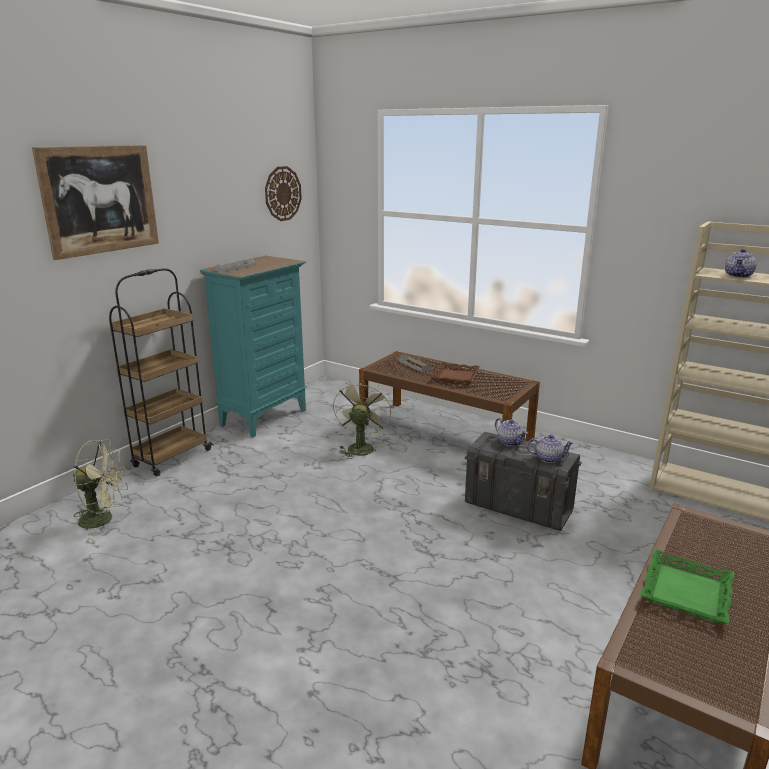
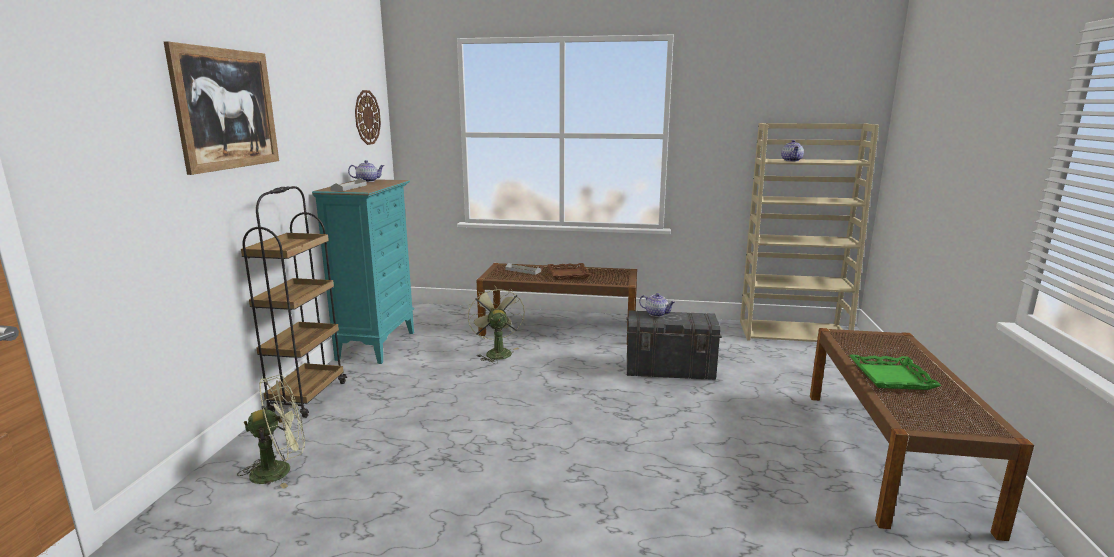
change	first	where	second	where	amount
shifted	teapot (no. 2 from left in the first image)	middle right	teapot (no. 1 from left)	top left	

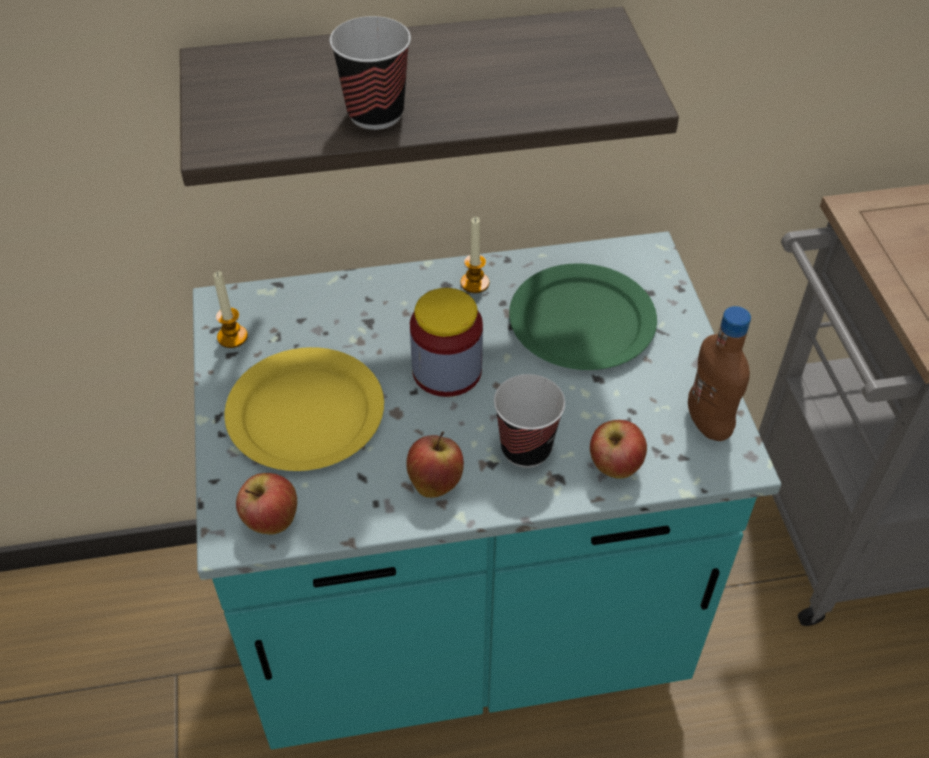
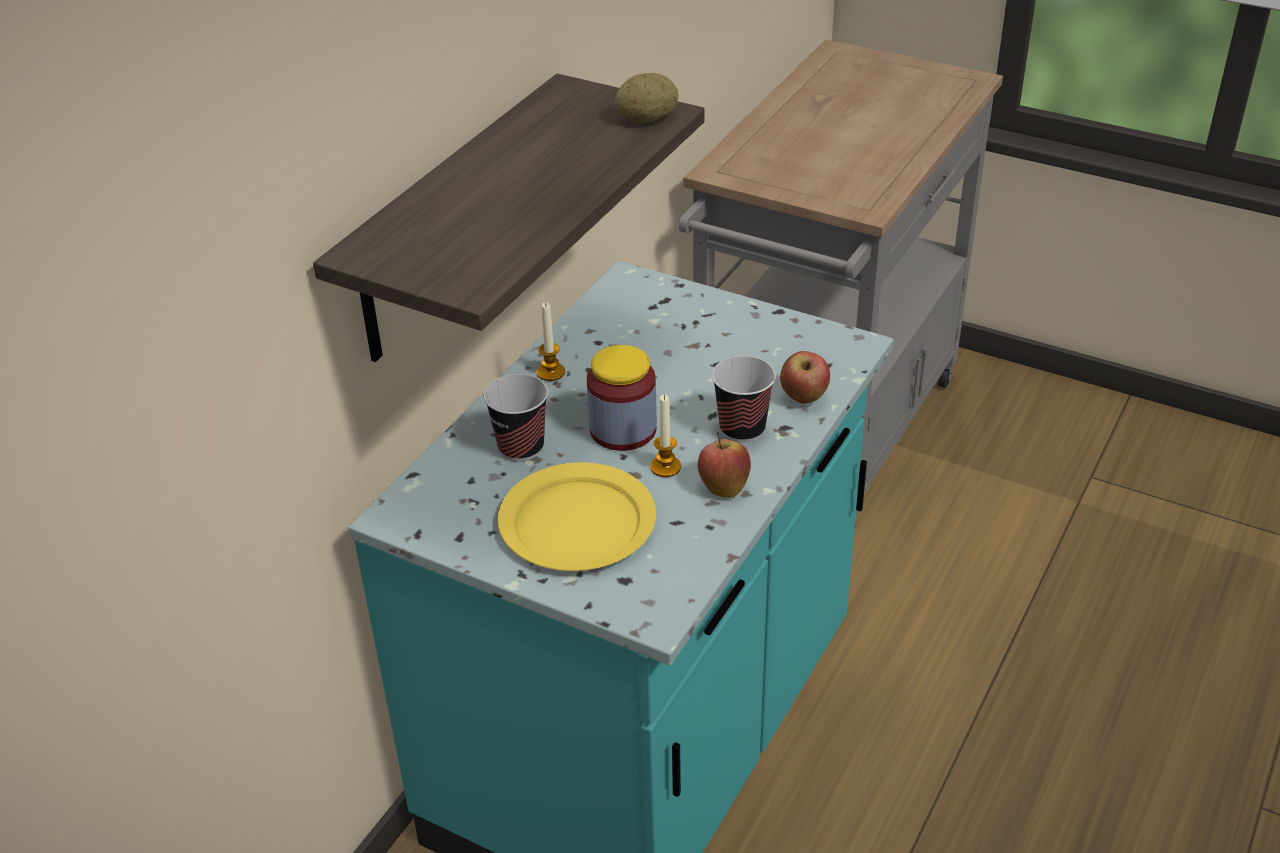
change	first	where	second	where	amount
gone	apple (no. 1 from left)	middle left			
gone	flat dish/greenish	centre			
gone	drink bottle/brown	middle right			
new			whole potato	top centre	
shifted	candle (no. 1 from left in the first image)	middle left	candle (no. 2 from left)	centre	
shifted	drinking cup (no. 1 from left)	top centre		centre	

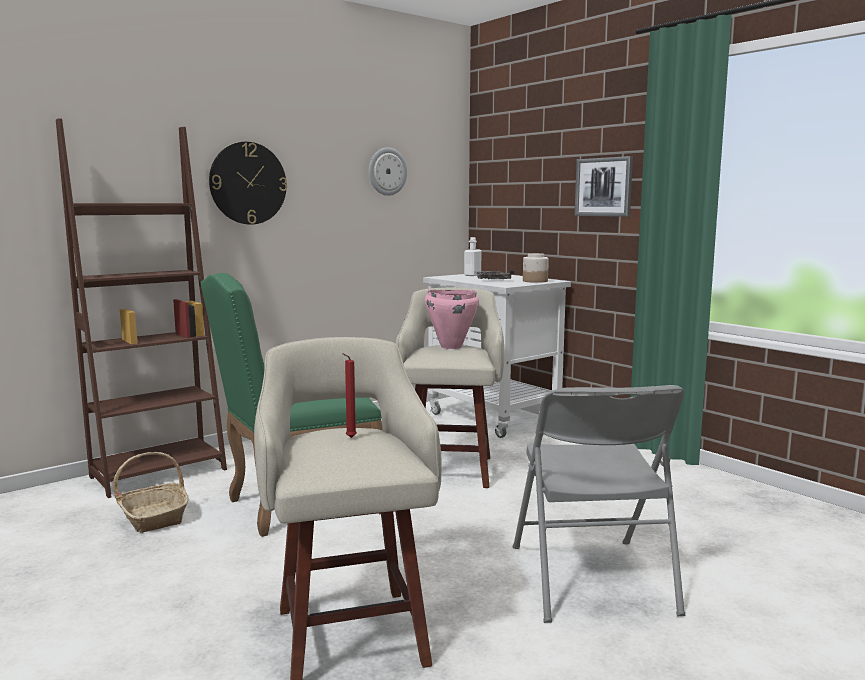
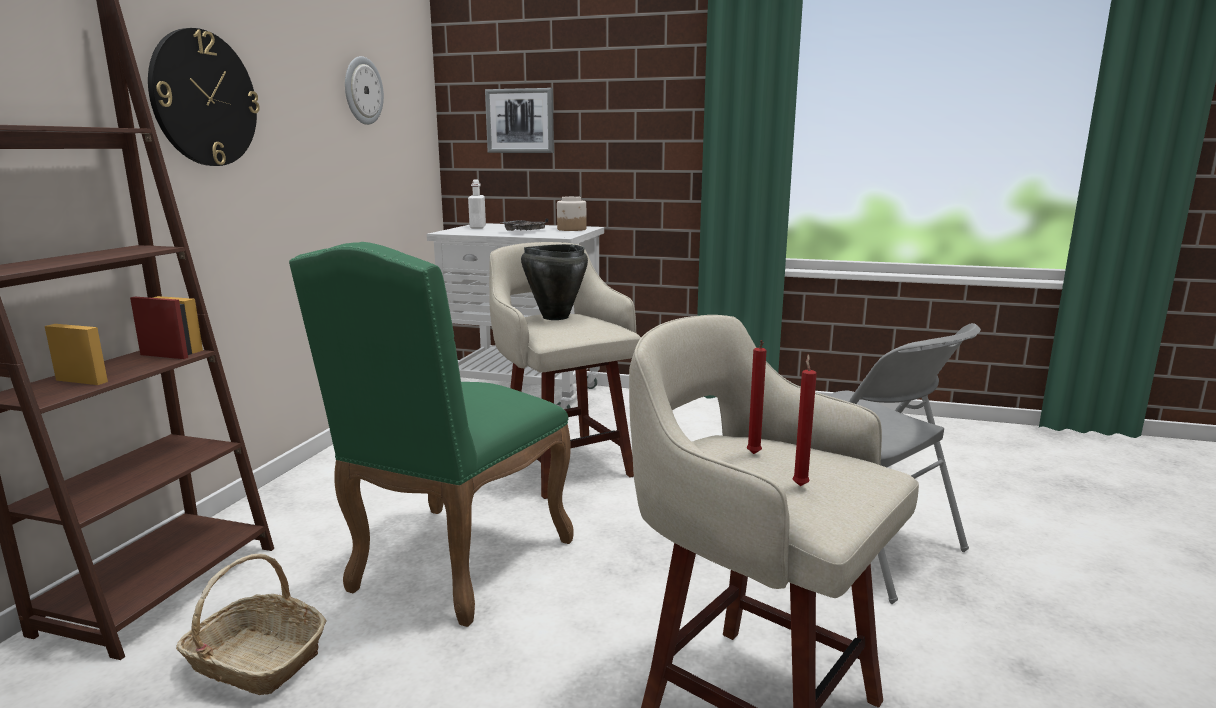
change	first	where	second	where	amount
new			candle/red-coloured (no. 2 from left)	centre	
shifted	wall picture	top right		top centre	
repainted	cooking pot/pinkish	centre	cooking pot/black	centre	

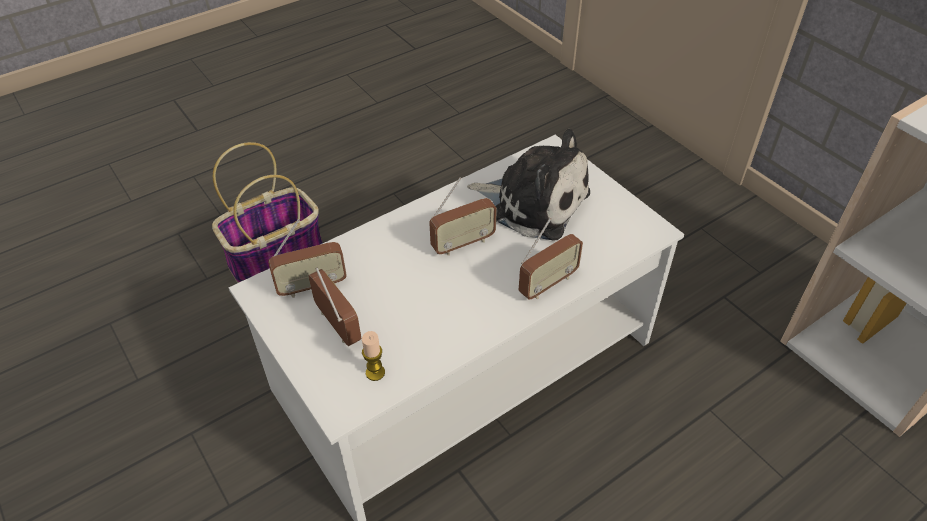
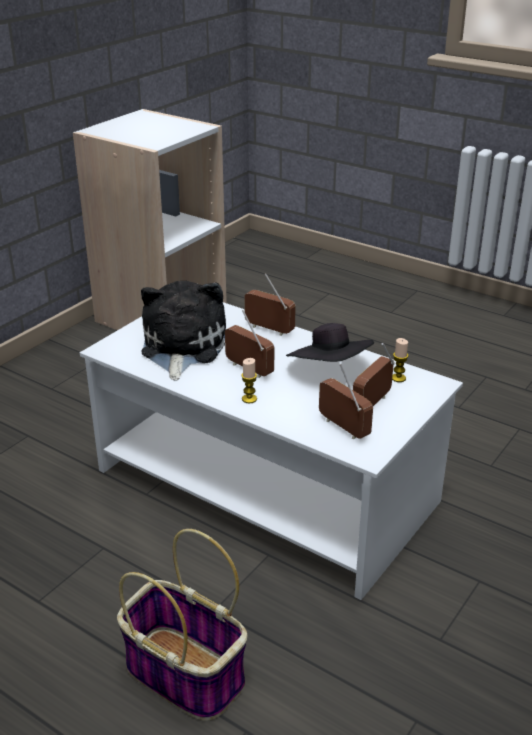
change	first	where	second	where	amount
new			candle (no. 1 from left)	centre	
new			wearable hat/black	centre	

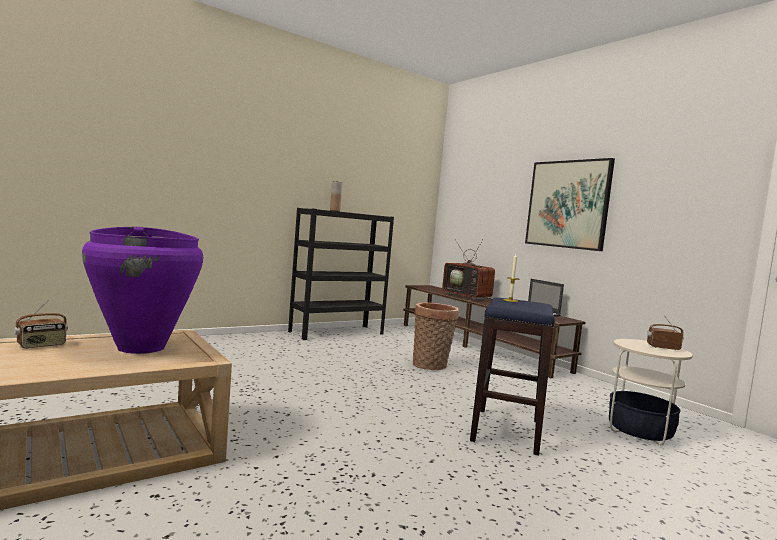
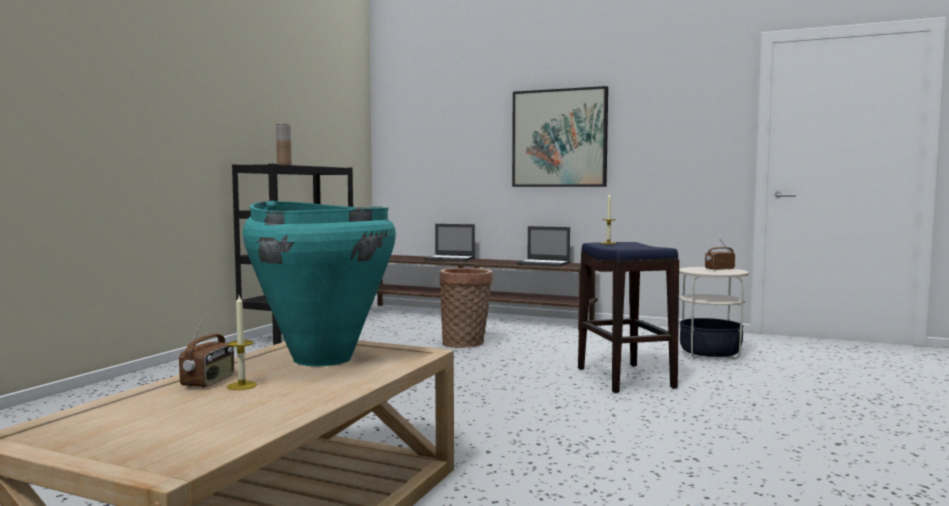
change	first	where	second	where	amount
new			candle (no. 1 from left)	bottom left	
swapped	television	centre	portable computer (no. 1 from left)	centre	
repainted	vase/purple-coloured	middle left	vase/blue-green	centre	

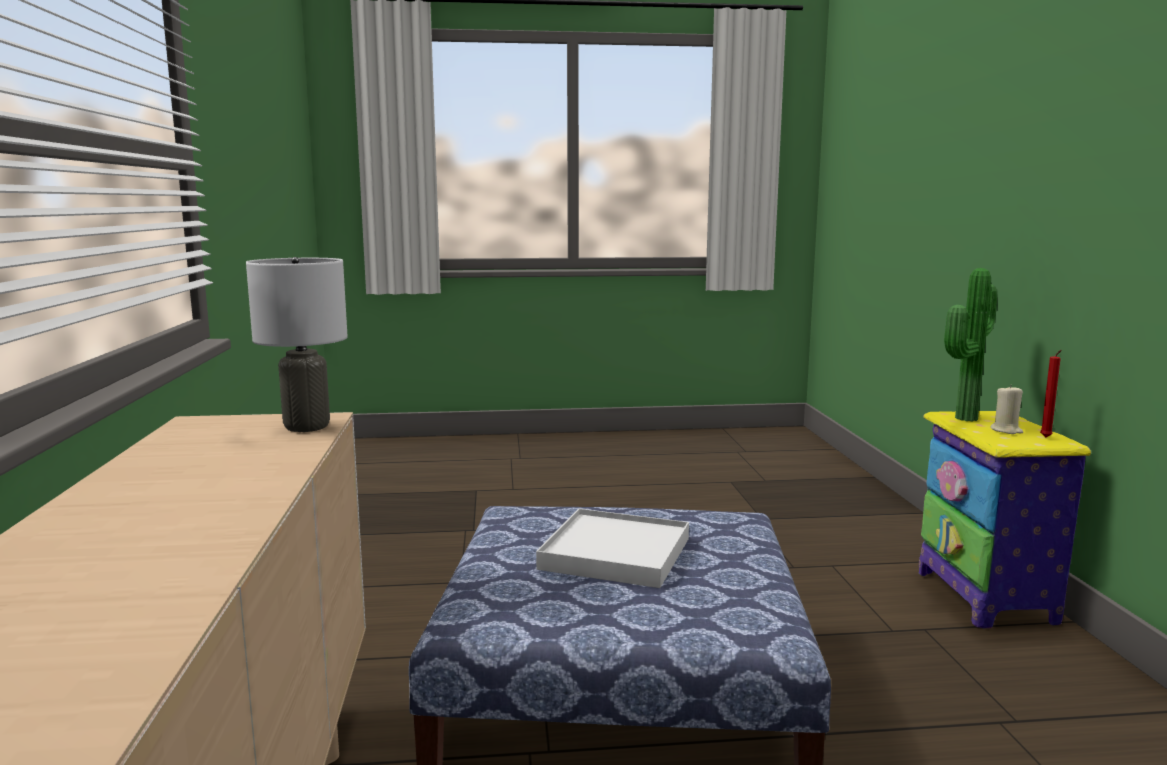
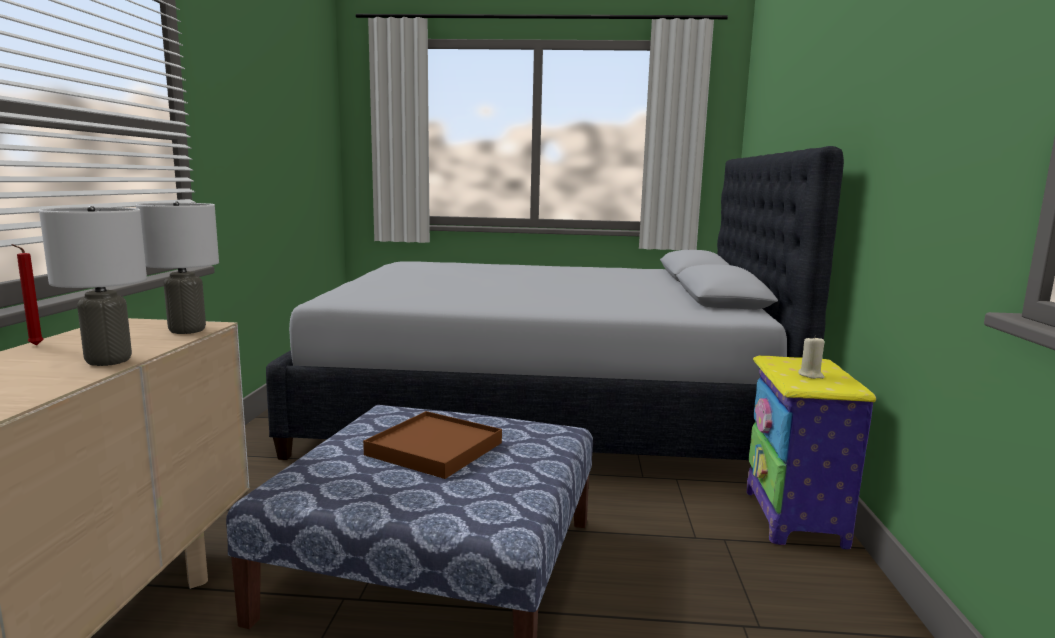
change	first	where	second	where	amount
gone	houseplant	middle right			
new			tabletop lamp/white-coloured (no. 1 from left)	middle left	
new			bedroom bed/greyish	centre	
shifted	candle/red-coloured	middle right		middle left	
repainted	carrying tray/white-coloured	bottom centre	carrying tray/brown	bottom centre	

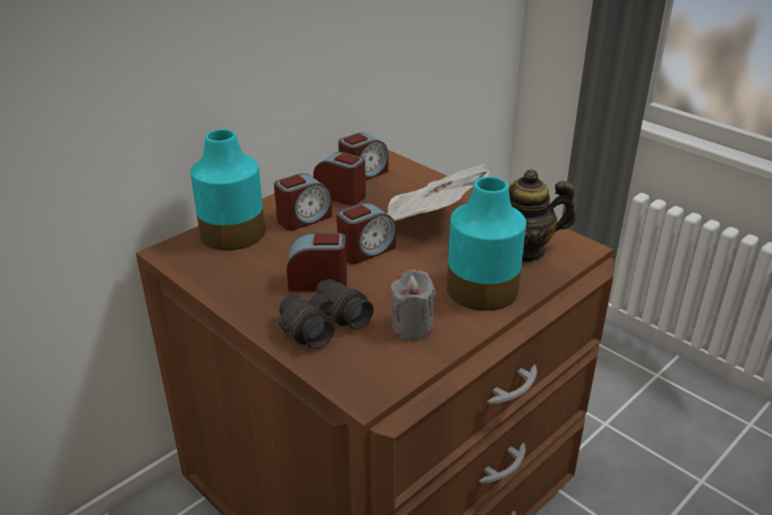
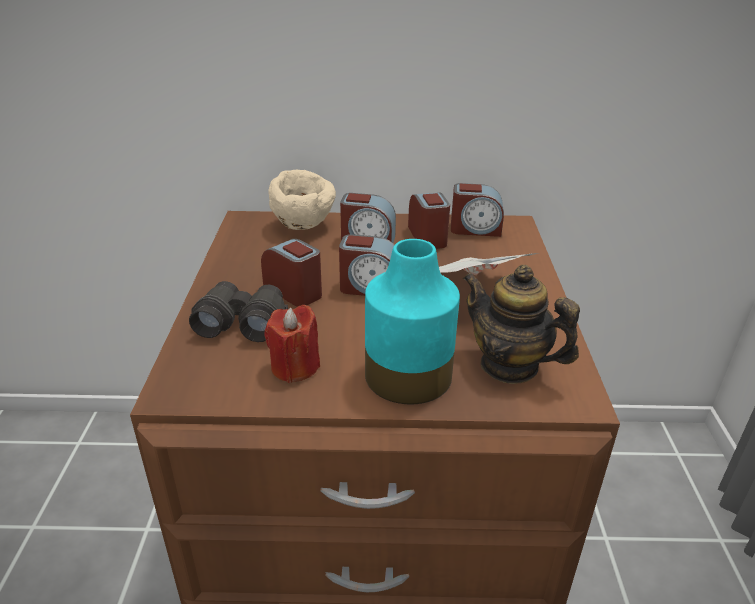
change	first	where	second	where	amount
swapped	vase/blue-green (no. 1 from left)	middle left	serving bowl/sand-coloured	top centre	
repainted	candle/greyish	centre	candle/red-coloured	centre	

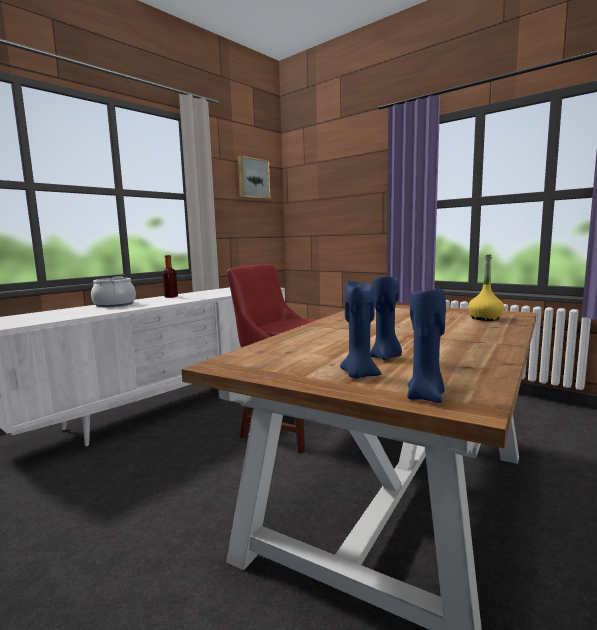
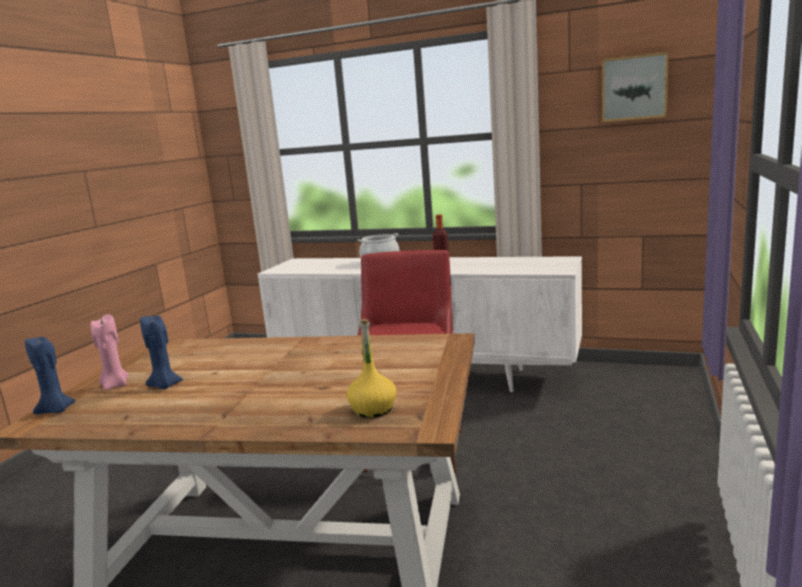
change	first	where	second	where	amount
repainted	candle/blue-coloured (no. 1 from left)	centre	candle/pinkish	middle left	

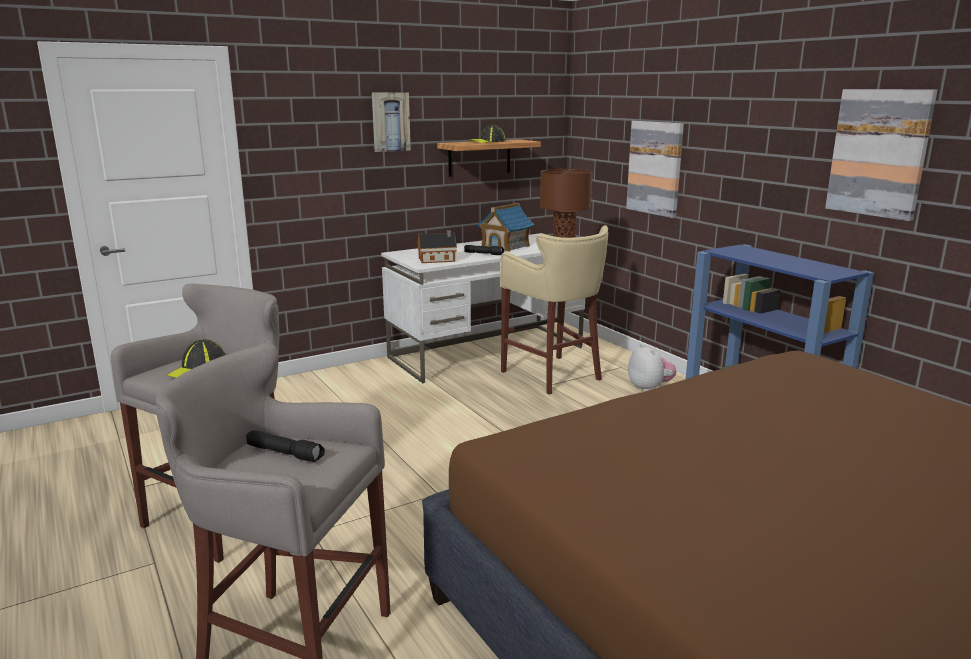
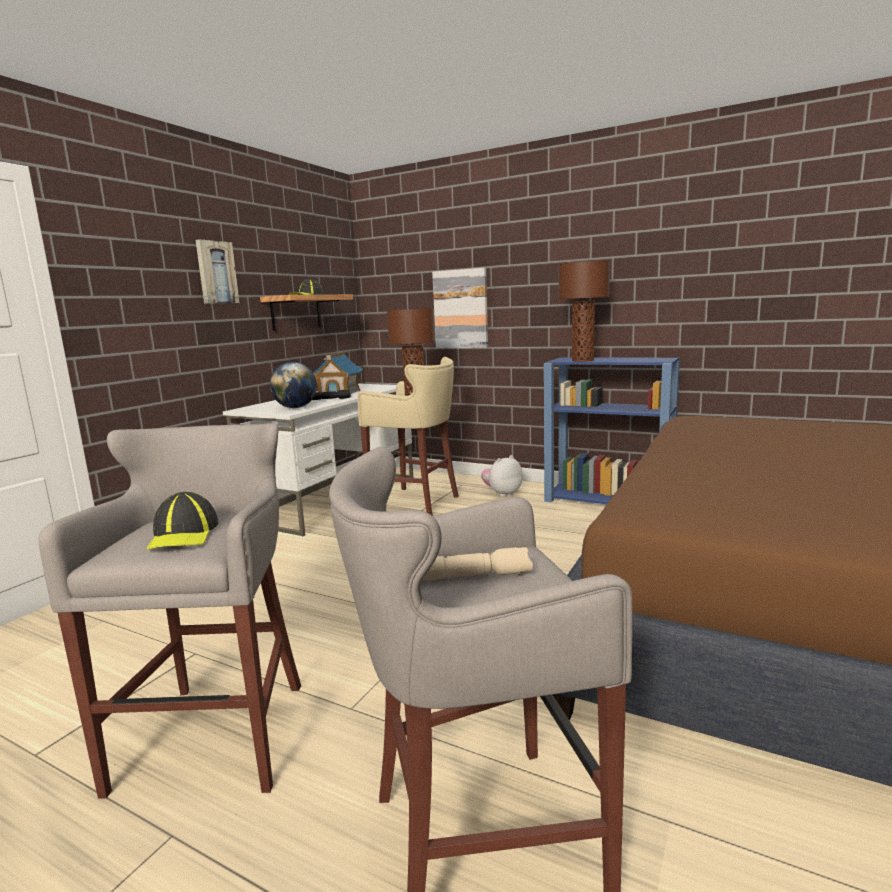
change	first	where	second	where	amount
gone	wall picture (no. 3 from left)	top right			
new			tabletop lamp/brown (no. 2 from left)	centre	
swapped	miniature house (no. 1 from left)	centre	globe	middle left	
repainted	hand torch/black (no. 1 from left)	bottom left	hand torch/sand-coloured	centre	
rotated	soft toy	middle right		centre	75 degrees counterclockwise

